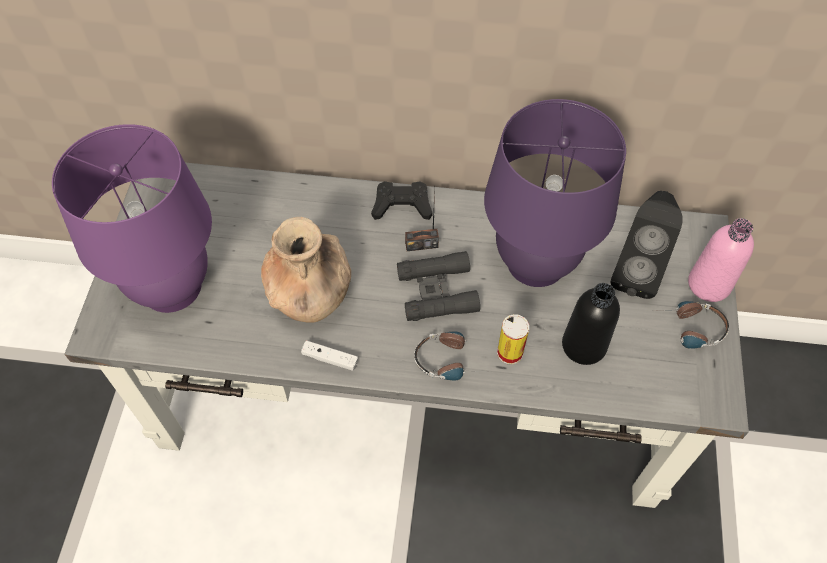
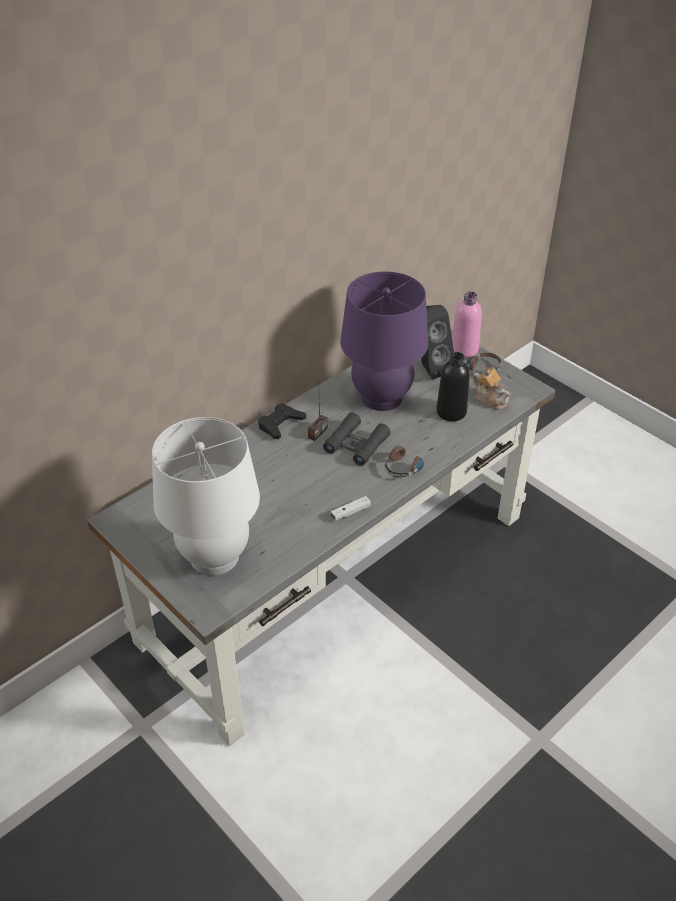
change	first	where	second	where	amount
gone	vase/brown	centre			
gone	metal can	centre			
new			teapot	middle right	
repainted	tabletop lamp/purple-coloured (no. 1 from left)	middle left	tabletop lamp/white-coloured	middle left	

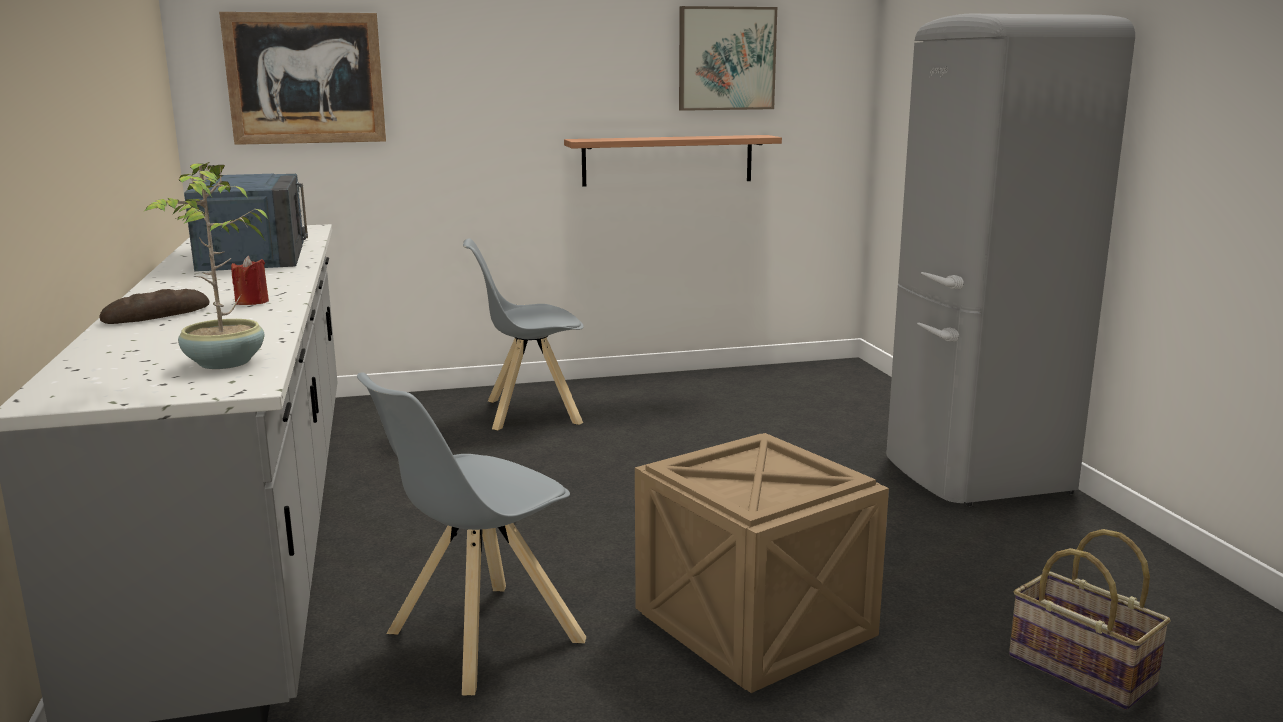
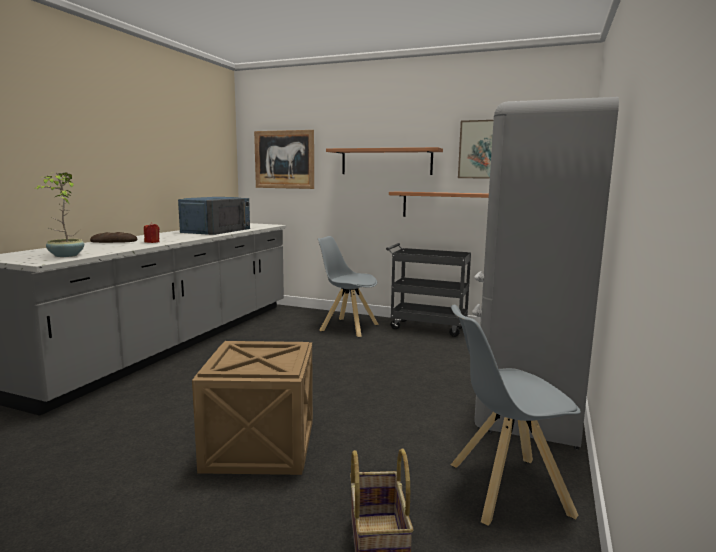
change	first	where	second	where	amount
new			shelf (no. 1 from left)	top centre	
new			wheeled cart/greyish	centre	
shifted	chair/greyish (no. 1 from left in the first image)	bottom centre	chair/greyish (no. 2 from left)	bottom right	

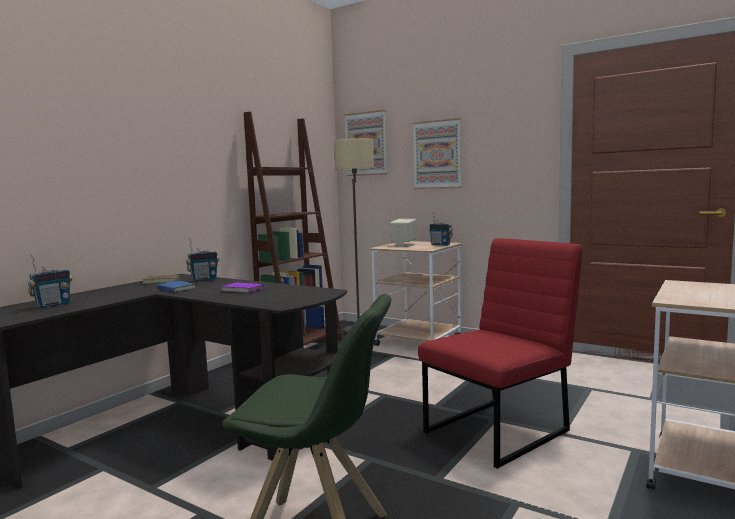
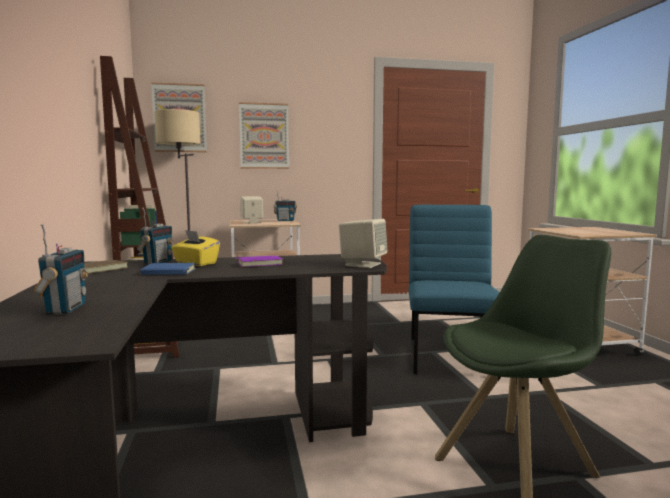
change	first	where	second	where	amount
new			box of tissues/yellow-coloured	middle left	
new			speaker/sand-coloured (no. 2 from left)	centre	
repainted	chair/red-coloured	bottom right	chair/blue-coloured	middle right	

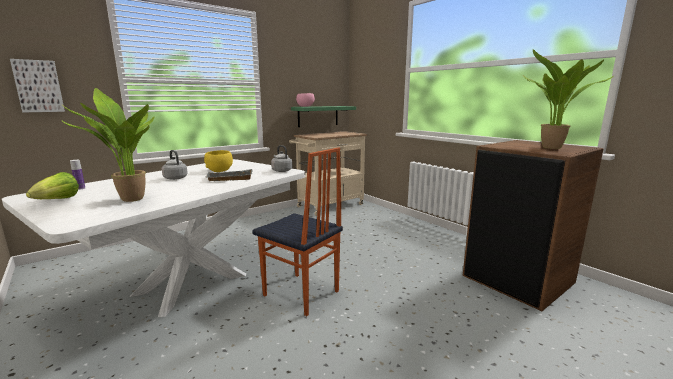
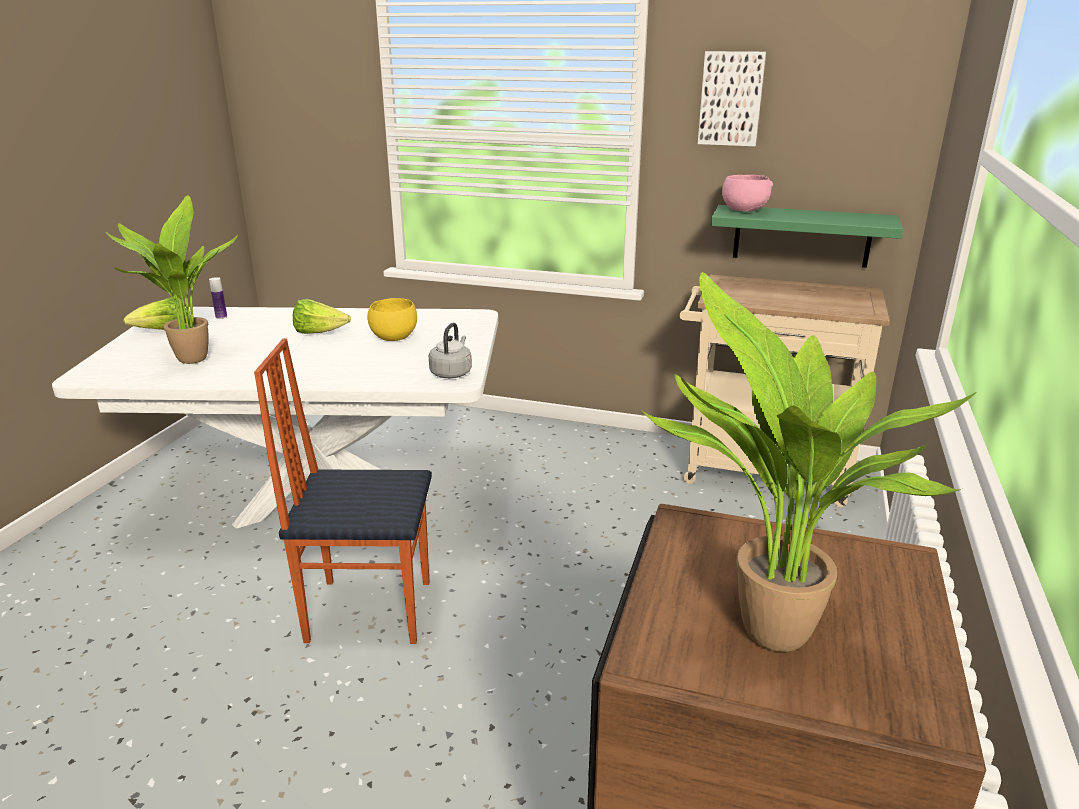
change	first	where	second	where	amount
gone	carrying tray/greyish	centre			
shifted	wall picture	top left		top right	
swapped	water kettle/greyish (no. 1 from left)	middle left	lettuce head (no. 2 from left)	middle left	
rotated	chair	centre		middle left	90 degrees clockwise

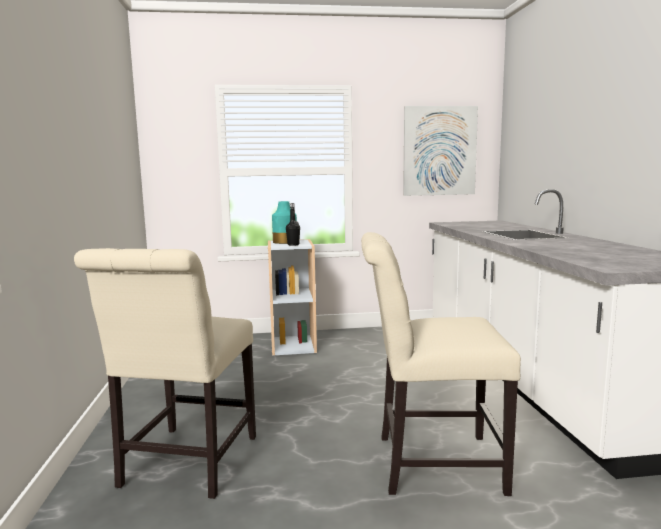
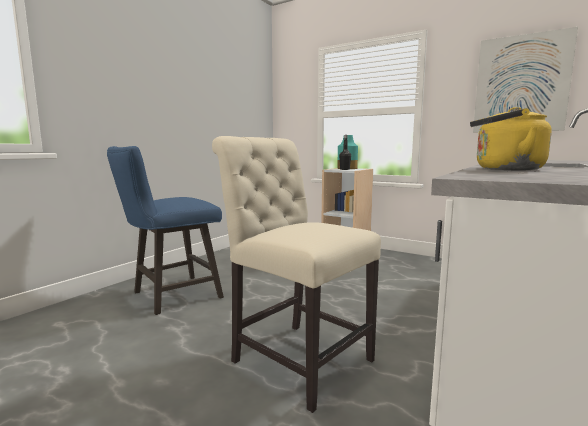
change	first	where	second	where	amount
new			water kettle/yellow-coloured	top right	
swapped	chair/sand-coloured (no. 1 from left)	bottom left	stool seat/blue-coloured	middle left	

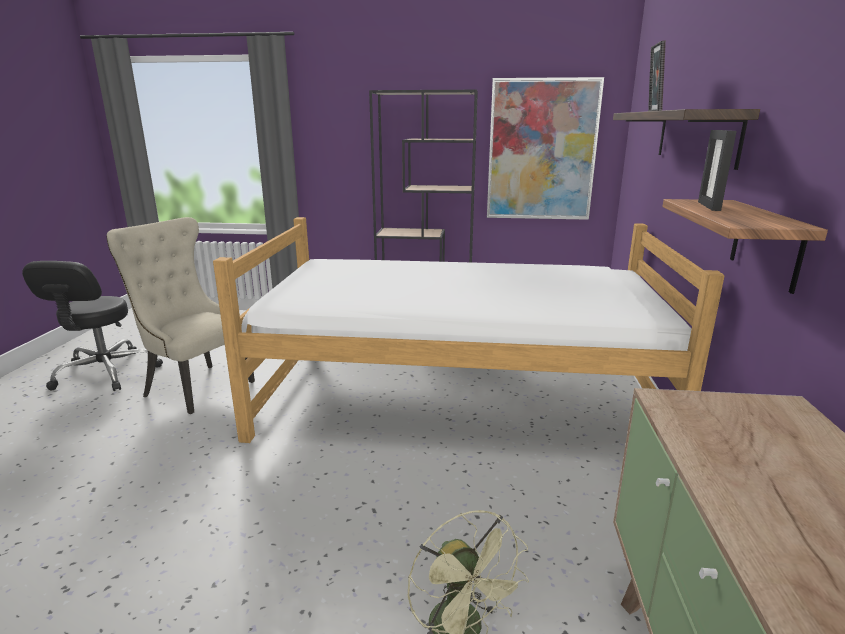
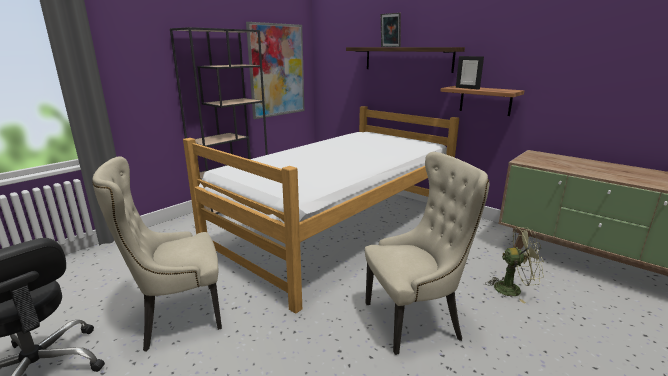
change	first	where	second	where	amount
new			chair/sand-coloured (no. 2 from left)	bottom centre	

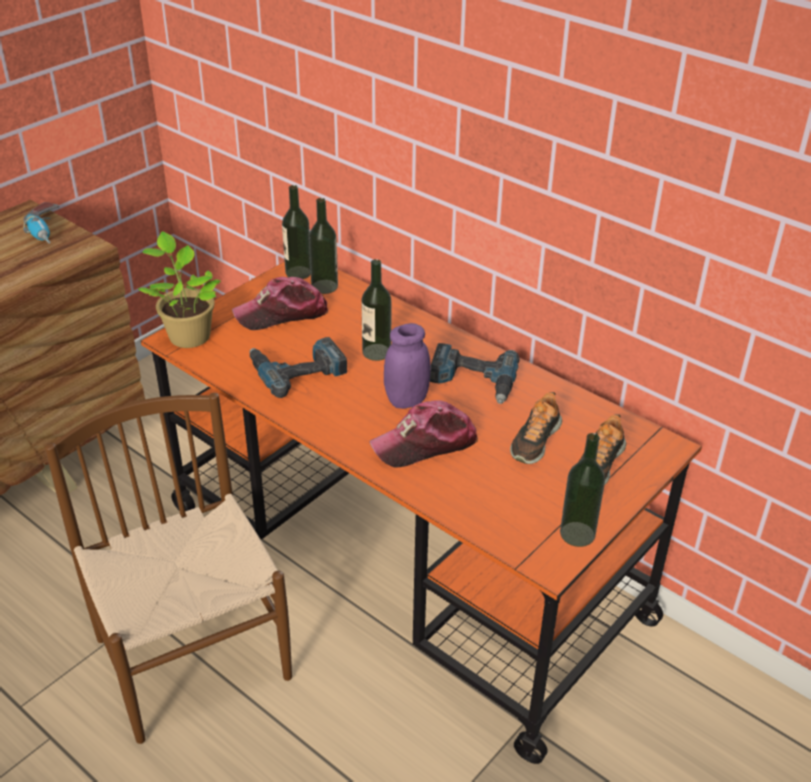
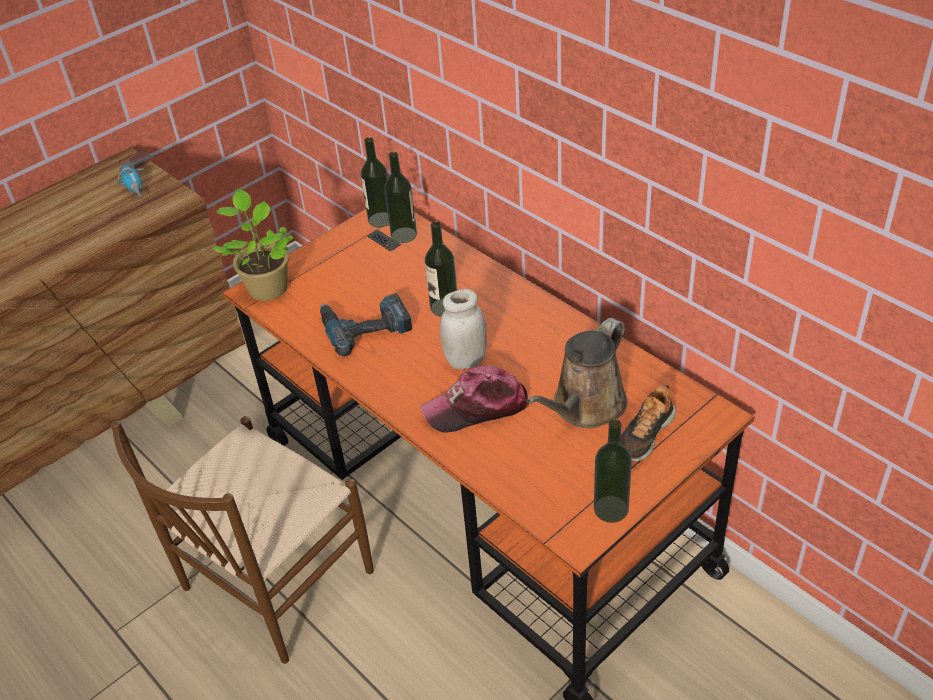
change	first	where	second	where	amount
gone	peaked cap (no. 1 from left)	centre			
gone	electric drill (no. 3 from left)	centre			
swapped	low shoe (no. 1 from left)	centre	sprinkling can/brown	centre	
repainted	jar/purple-coloured	centre	jar/white-coloured	centre	
rotated	chair/brown	bottom left		bottom left	120 degrees counterclockwise

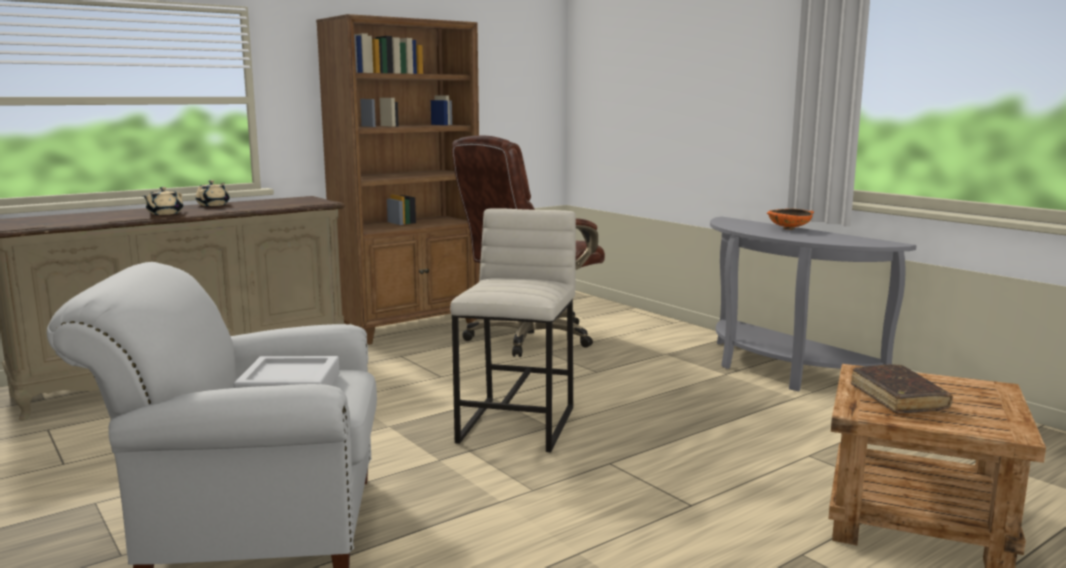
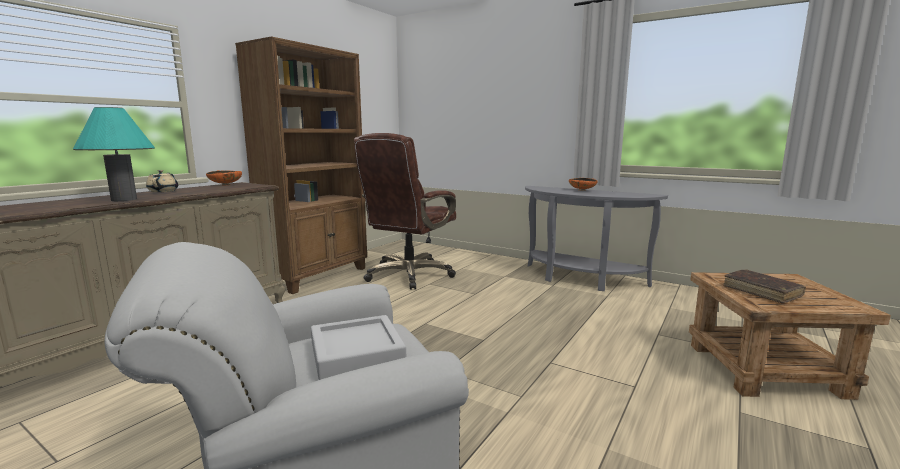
change	first	where	second	where	amount
gone	stool seat/sand-coloured	centre			
new			serving bowl/orangey (no. 1 from left)	middle left	
swapped	teapot/sand-coloured (no. 1 from left)	middle left	tabletop lamp/blue-green	top left	

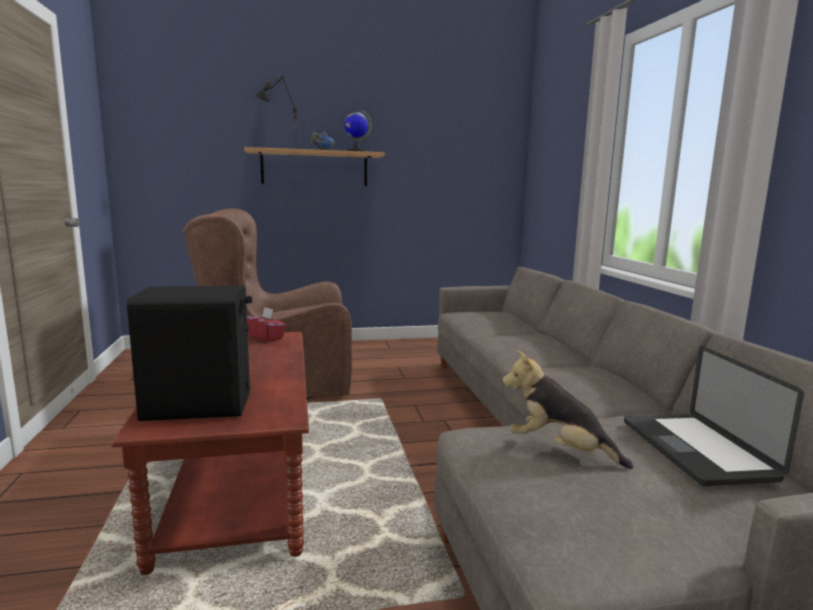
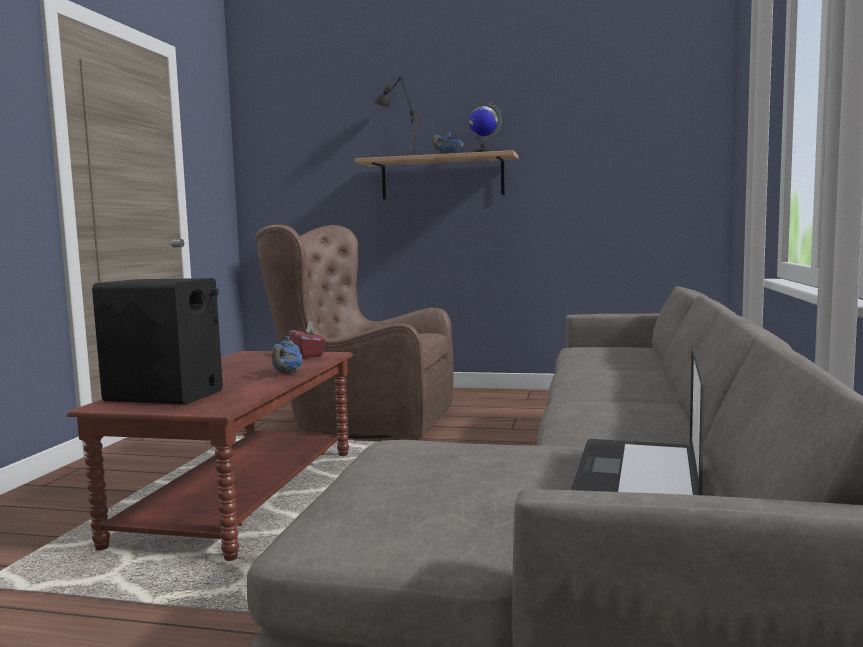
change	first	where	second	where	amount
gone	soft toy	bottom right			
new			teapot/blue-coloured (no. 1 from left)	middle left	

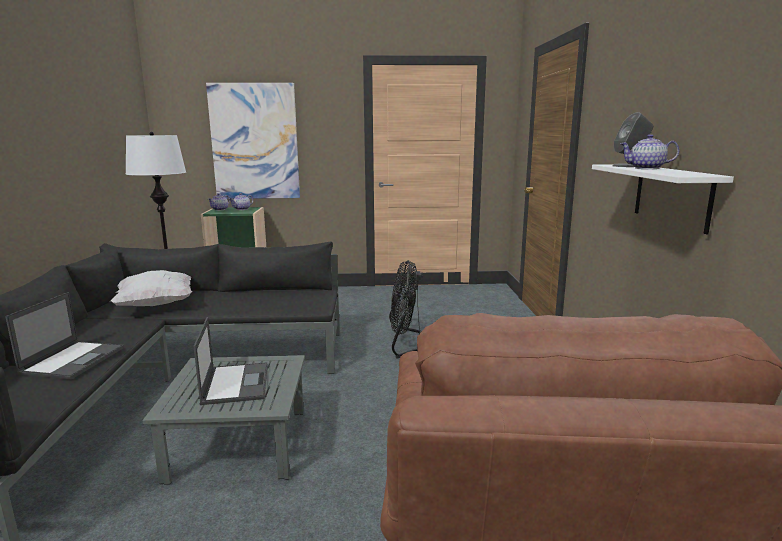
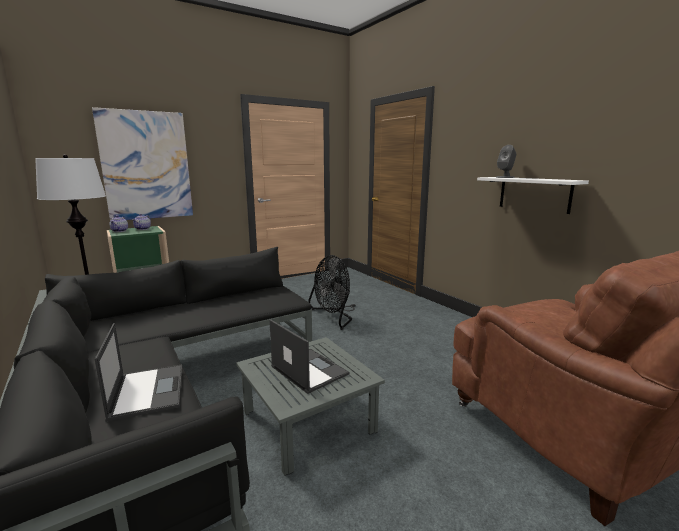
change	first	where	second	where	amount
gone	throw pillow/white-coloured	middle left			
gone	teapot (no. 3 from left)	top right			

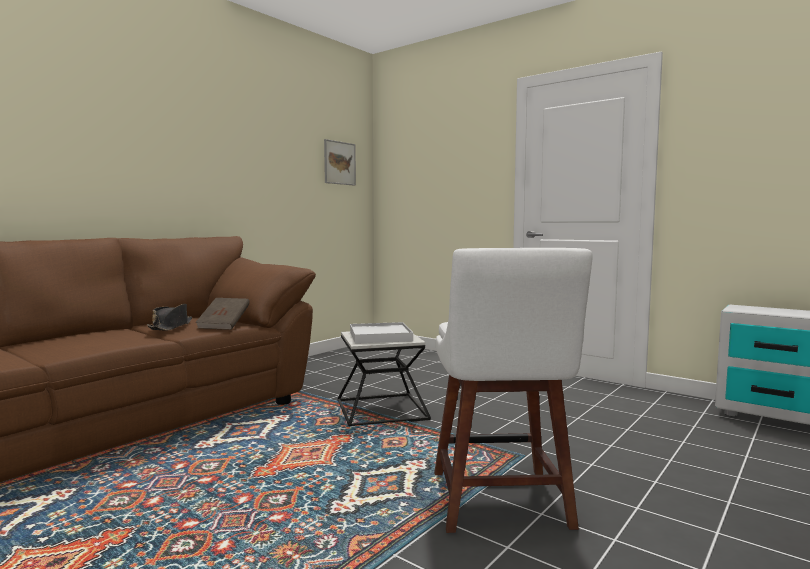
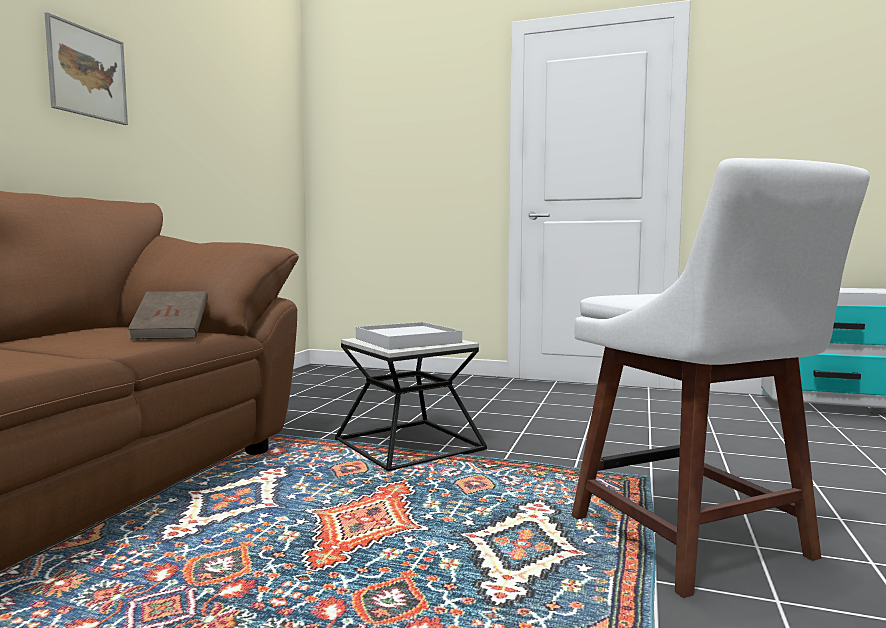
change	first	where	second	where	amount
gone	wearable hat/black	middle left			
shifted	wall picture	top centre		top left	

